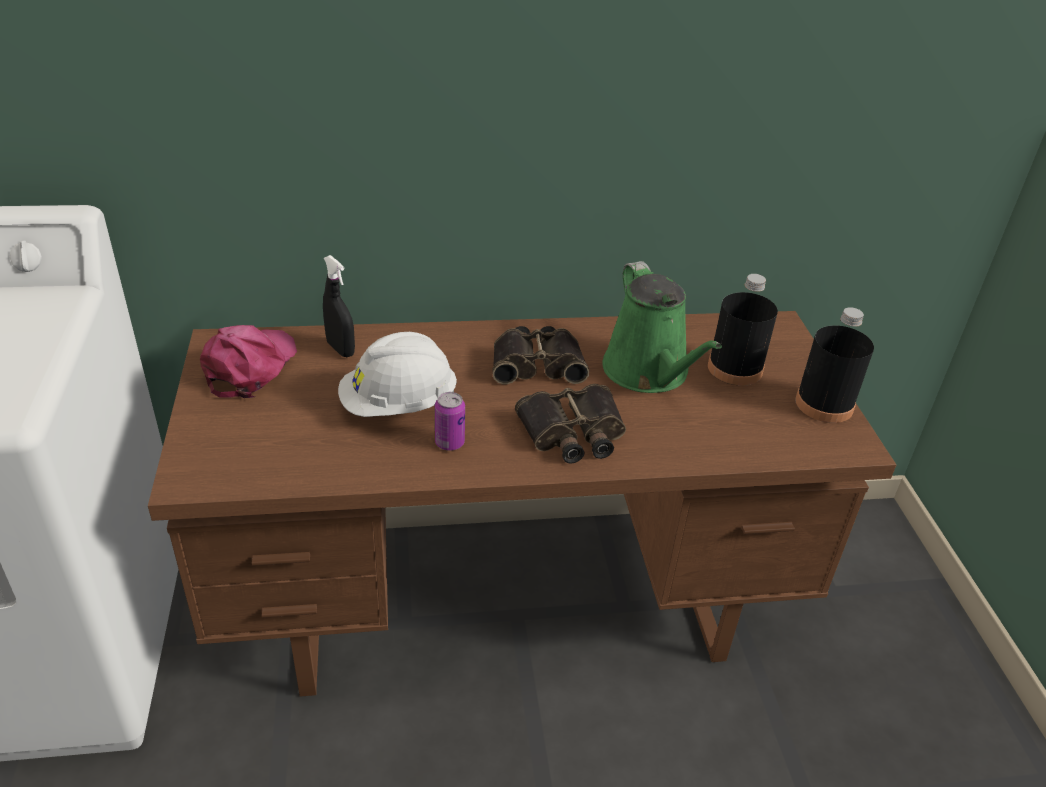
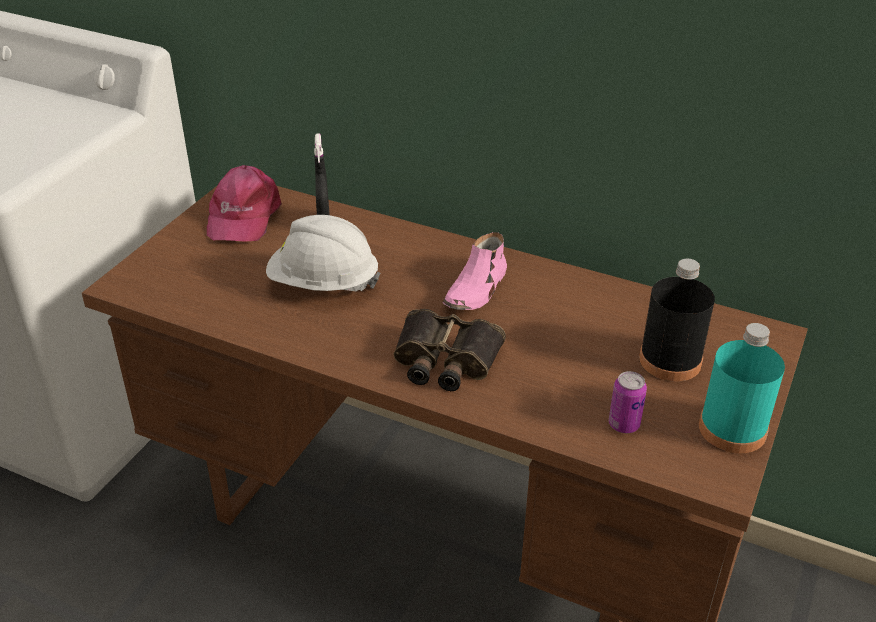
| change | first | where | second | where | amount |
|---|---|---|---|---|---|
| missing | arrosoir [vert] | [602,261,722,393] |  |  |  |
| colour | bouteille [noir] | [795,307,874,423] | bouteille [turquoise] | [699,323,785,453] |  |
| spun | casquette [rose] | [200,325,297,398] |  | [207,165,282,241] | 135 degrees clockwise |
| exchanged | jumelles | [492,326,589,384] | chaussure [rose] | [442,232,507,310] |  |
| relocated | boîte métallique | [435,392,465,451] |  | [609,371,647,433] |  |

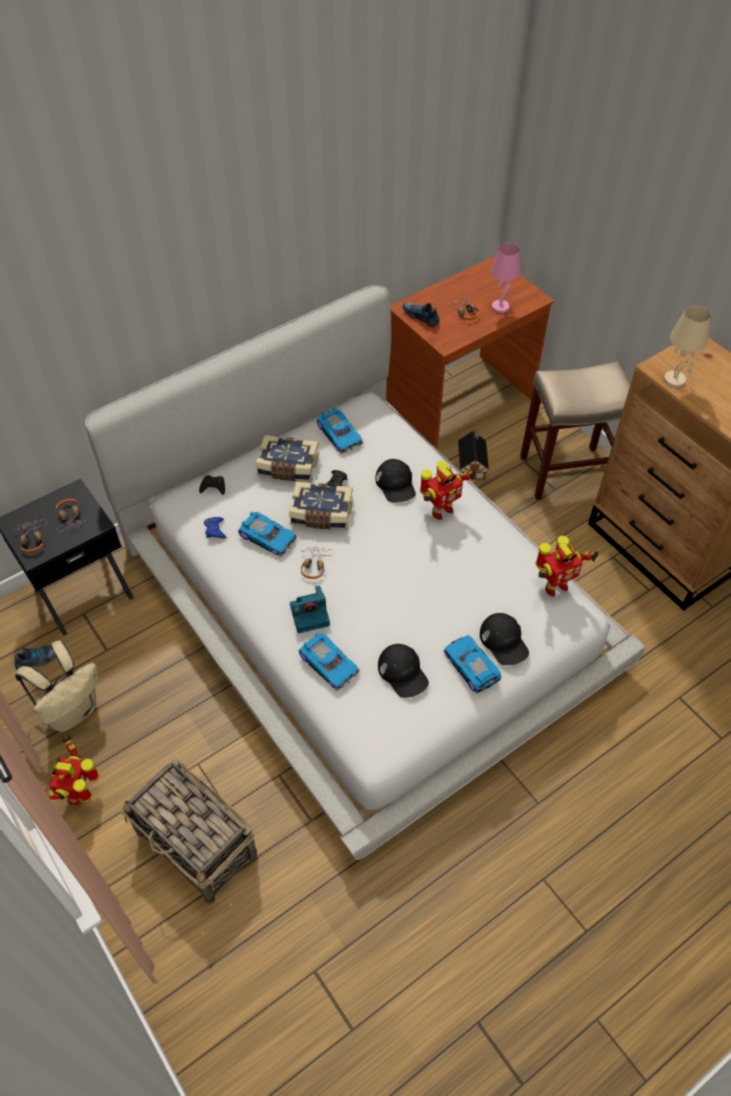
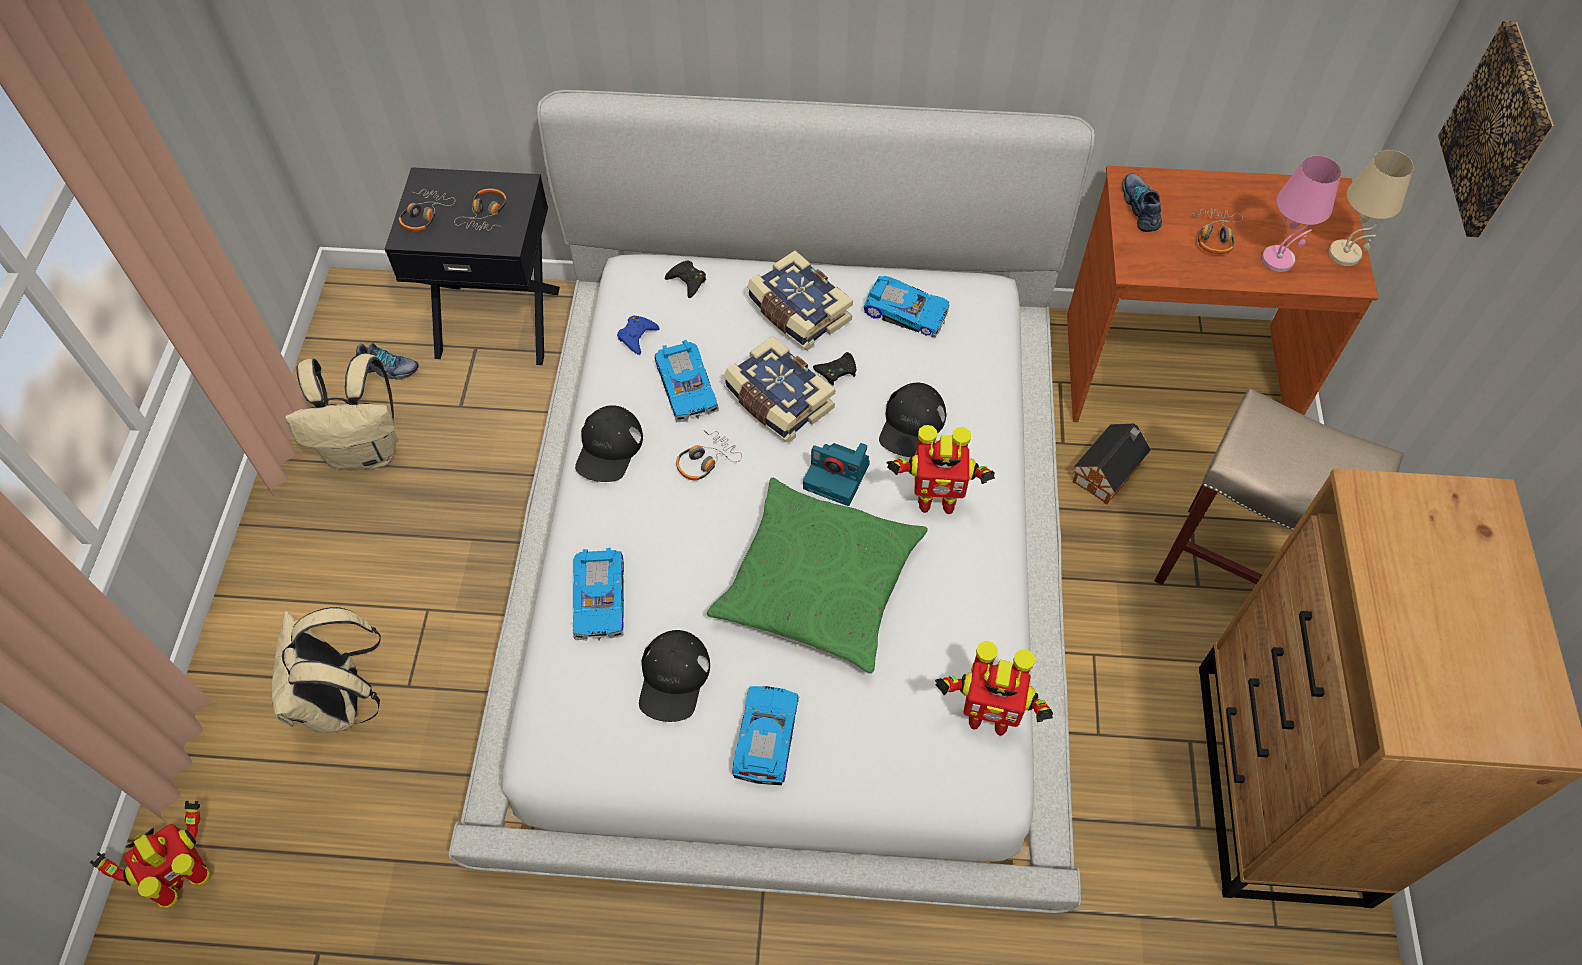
| change | first | where | second | where | amount |
|---|---|---|---|---|---|
| relocated | lampe de table [beige] | [664,305,711,388] |  | [1328,150,1414,266] |  |
| spun | petite voiture | [317,408,363,454] |  | [864,276,950,338] | 75 degrees counterclockwise |
| relocated | appareil photo | [290,585,330,633] |  | [803,443,870,506] |  |
| relocated | casquette [noir] | [480,613,529,665] |  | [575,405,643,482] |  |
| relocated | robot jouet | [45,735,100,806] |  | [89,801,210,908] |  |
| exchanged | panier | [121,759,257,904] | sac à dos [beige] | [271,607,381,733] |  |
| appeared |  |  | tableau | [1438,21,1554,237] |  |
| appeared |  |  | coussin [vert] | [707,477,928,674] |  |

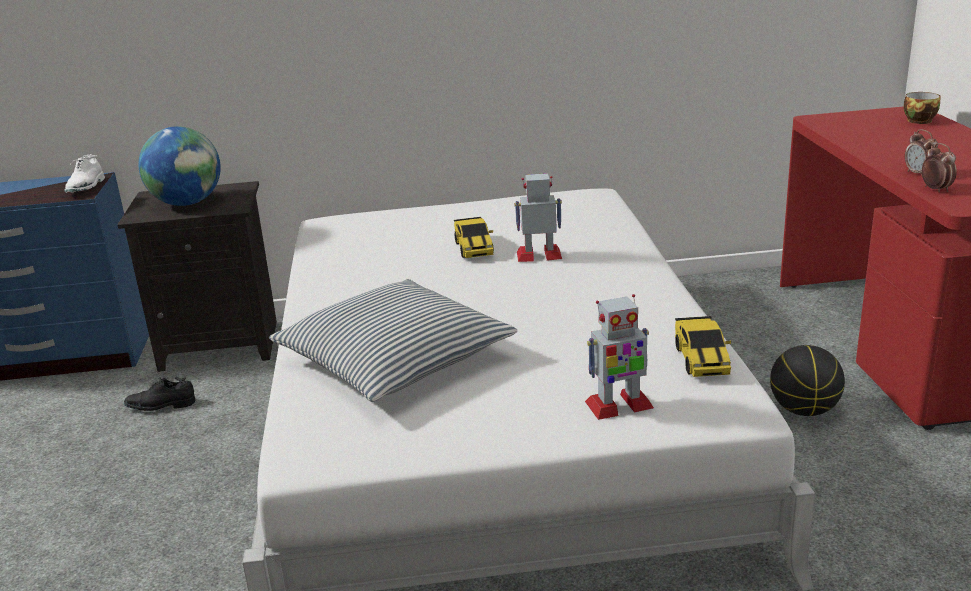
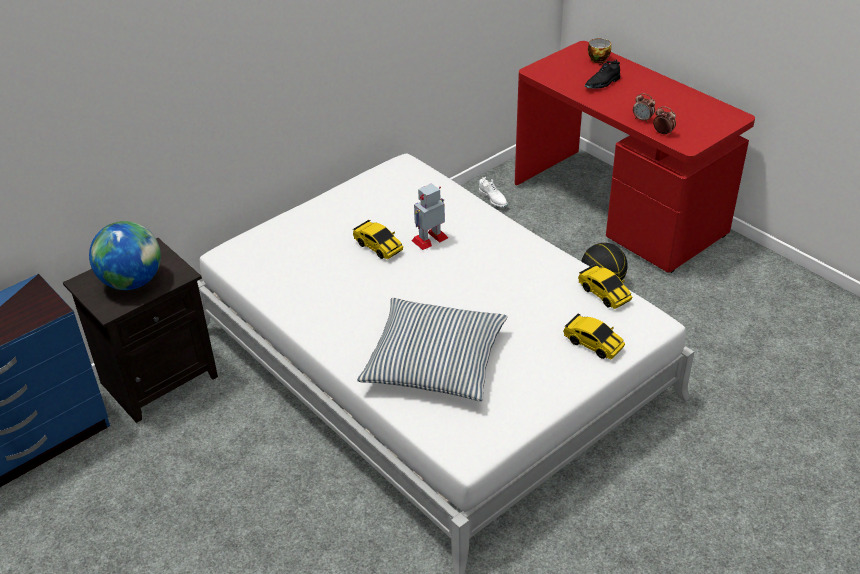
| change | first | where | second | where | amount |
|---|---|---|---|---|---|
| relocated | chaussure [blanc] | [64,154,105,193] |  | [479,177,508,208] |  |
| exchanged | robot jouet | [585,294,654,420] | petite voiture | [563,313,625,360] |  |
| relocated | chaussure [noir] | [123,377,196,411] |  | [585,60,620,89] |  |

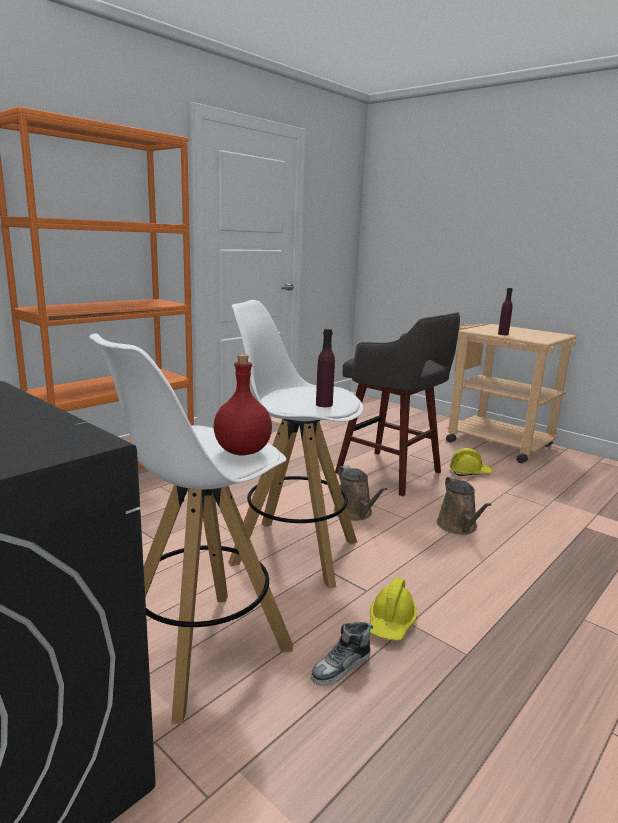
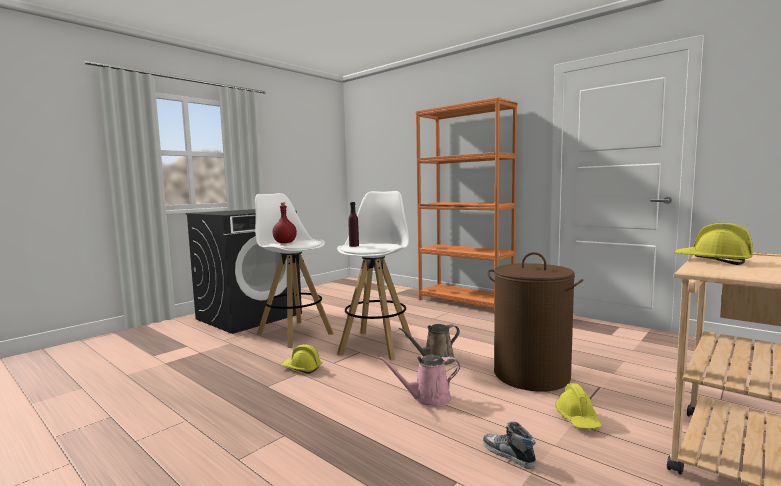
| change | first | where | second | where | amount |
|---|---|---|---|---|---|
| exchanged | bouteille [violet] | [498,288,513,335] | casque de chantier [jaune] | [674,223,753,265] |  |
| exchanged | tabouret [gris] | [335,312,460,496] | panier à linge [marron] | [488,252,583,392] |  |
| colour | arrosoir [marron] | [437,476,491,534] | arrosoir [rose] | [378,355,460,407] |  |
| relocated | chaussure | [311,622,373,686] |  | [483,422,536,469] |  |

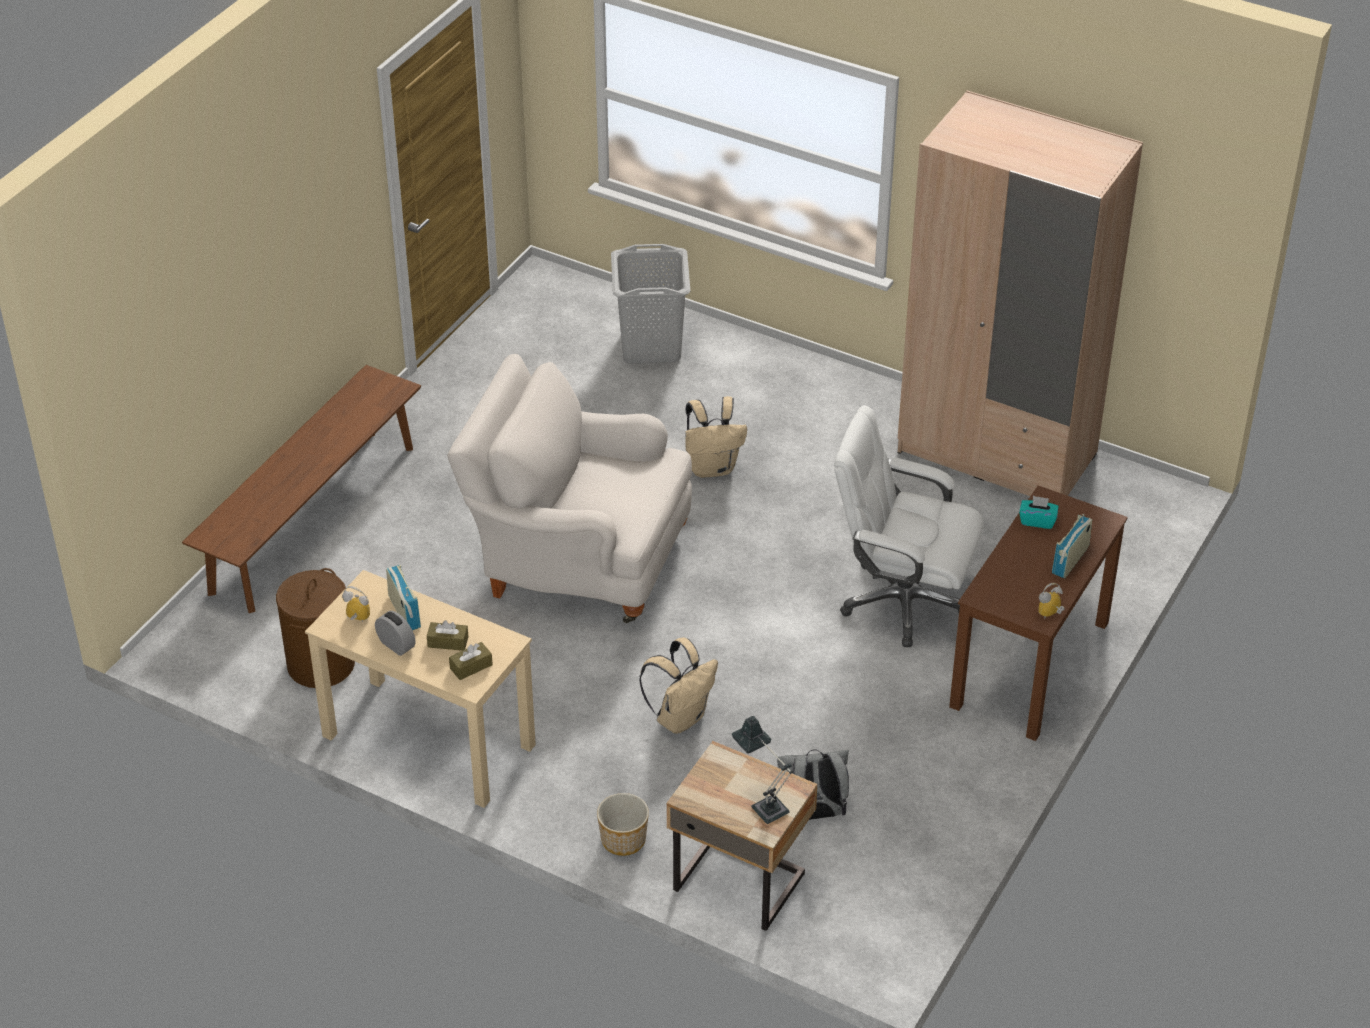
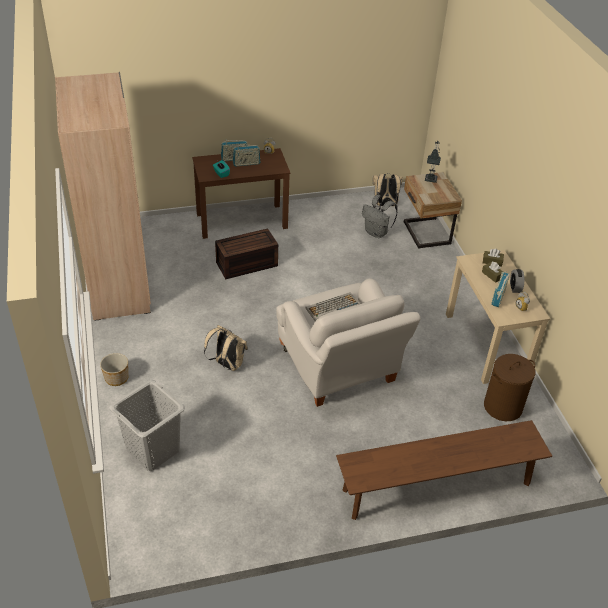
| change | first | where | second | where | amount |
|---|---|---|---|---|---|
| exchanged | chaise de bureau [blanc] | [834,405,984,647] | boîte de rangement [marron] | [215,228,278,279] |  |
| relocated | sac à dos [beige] | [639,637,718,734] |  | [373,173,403,206] |  |
| relocated | cache-pot | [597,793,649,856] |  | [100,353,129,386] |  |
| appeared |  |  | radio | [233,145,261,166] |  |
| appeared |  |  | clavier | [305,292,361,321] |  |

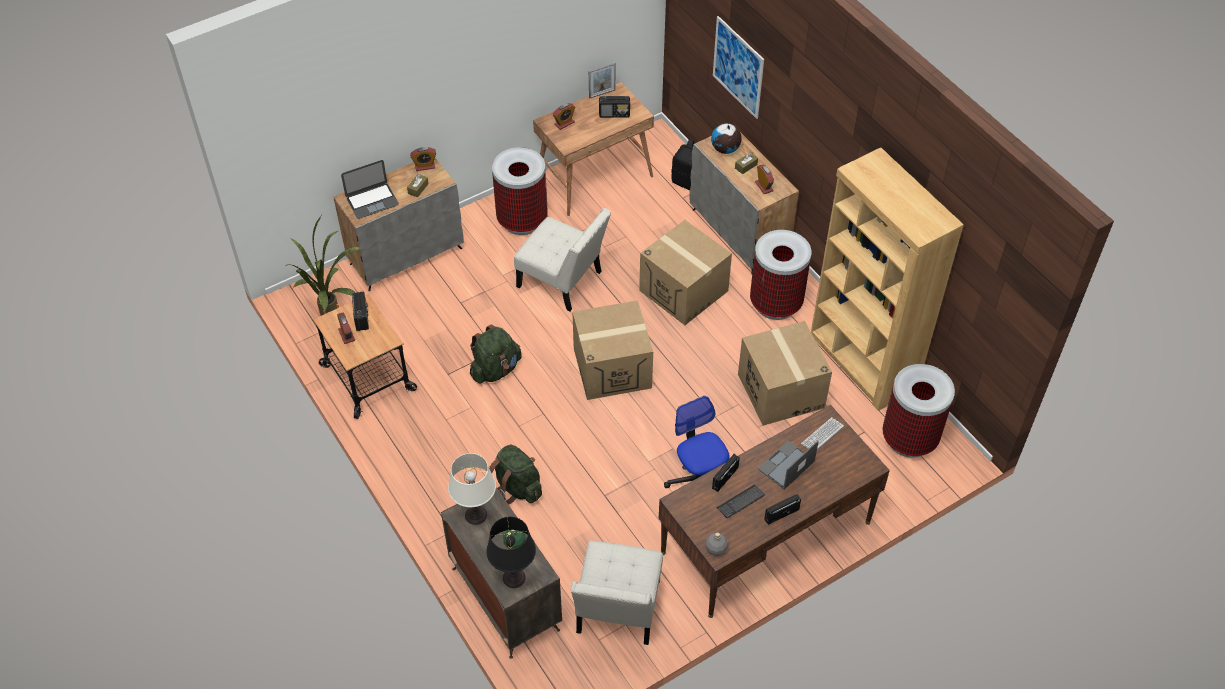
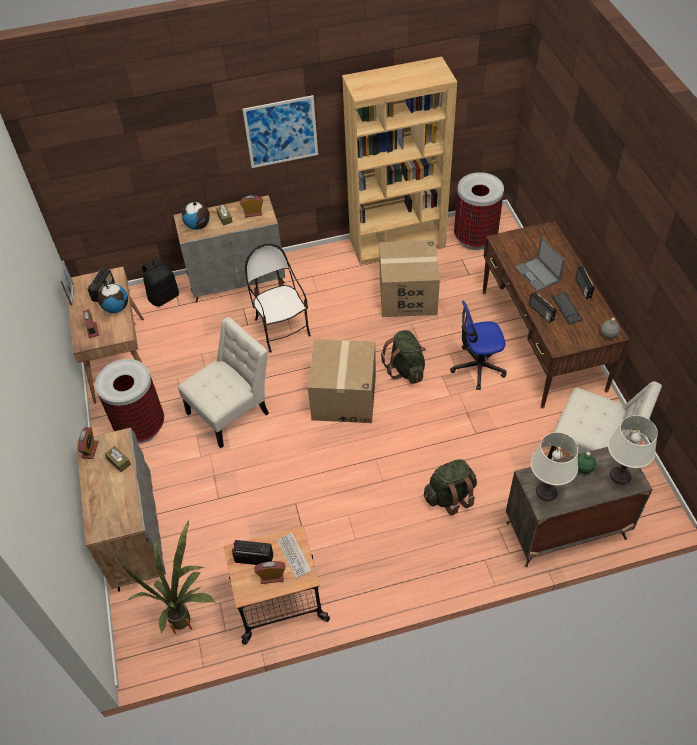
| change | first | where | second | where | amount |
|---|---|---|---|---|---|
| relocated | tableau | [713,16,764,119] |  | [243,95,318,168] |  |
| missing | ordinateur portable | [341,160,399,219] |  |  |  |
| exchanged | carton | [639,220,732,325] | chaise | [245,243,311,353] |  |
| missing | poubelle | [750,230,811,320] |  |  |  |
| relocated | sac à dos [vert] | [470,325,522,383] |  | [381,330,426,383] |  |
| relocated | clavier | [801,417,844,450] |  | [277,532,311,579] |  |
| colour | lampe de table [noir] | [486,517,536,588] | lampe de table [blanc] | [608,415,658,485] |  |
| appeared |  |  | globe | [98,284,128,313] |  |

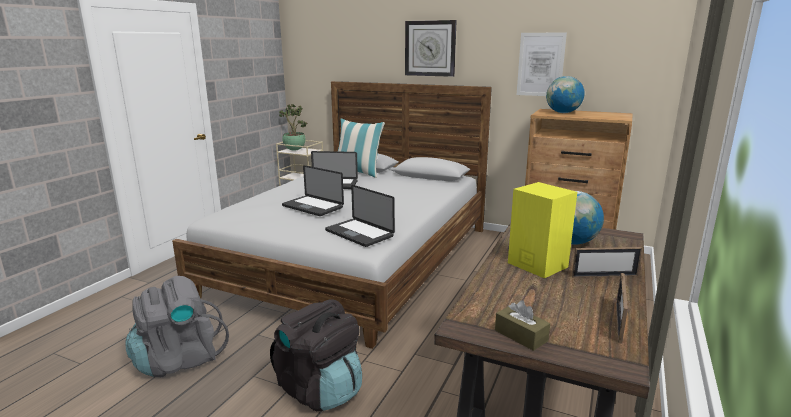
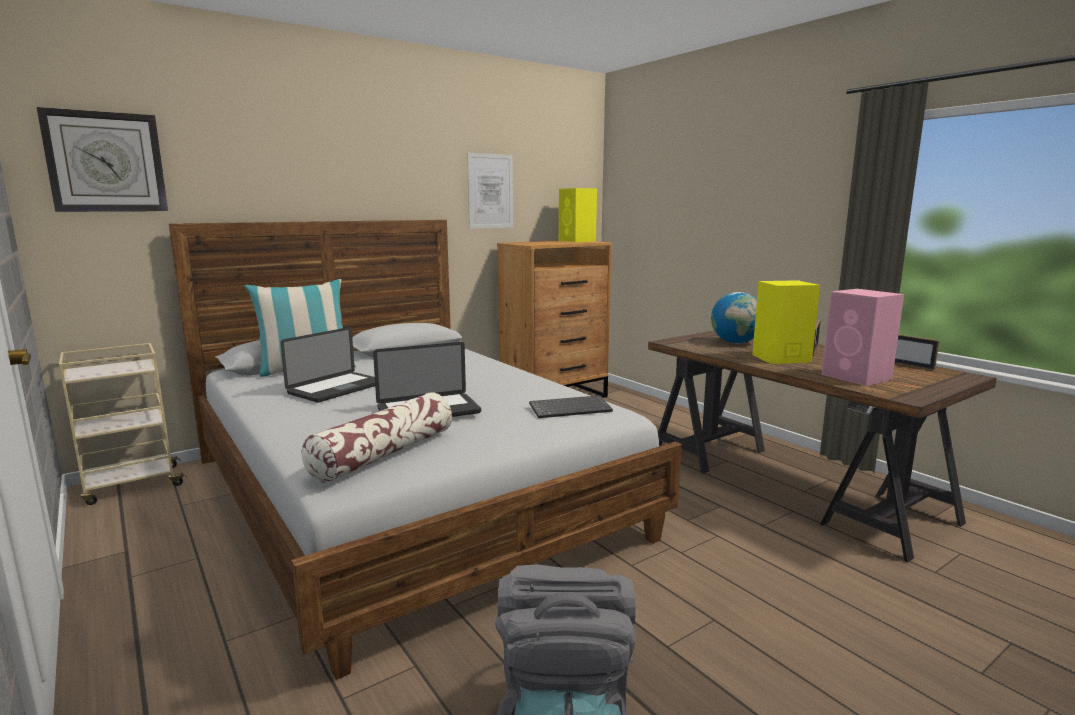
| change | first | where | second | where | amount |
|---|---|---|---|---|---|
| relocated | horloge murale | [405,20,457,77] |  | [37,107,168,212] |  |
| missing | globe | [546,76,585,113] |  |  |  |
| missing | plante en pot | [279,104,307,151] |  |  |  |
| exchanged | ordinateur portable | [325,185,395,247] | clavier | [529,395,613,418] |  |
| missing | sac à dos [noir] | [270,299,362,411] |  |  |  |
| missing | boîte à mouchoirs [marron] | [495,300,550,351] |  |  |  |
| appeared |  |  | enceinte [jaune] | [559,188,597,242] |  |
| appeared |  |  | enceinte [rose] | [822,289,904,386] |  |
| appeared |  |  | coussin | [302,392,452,483] |  |

